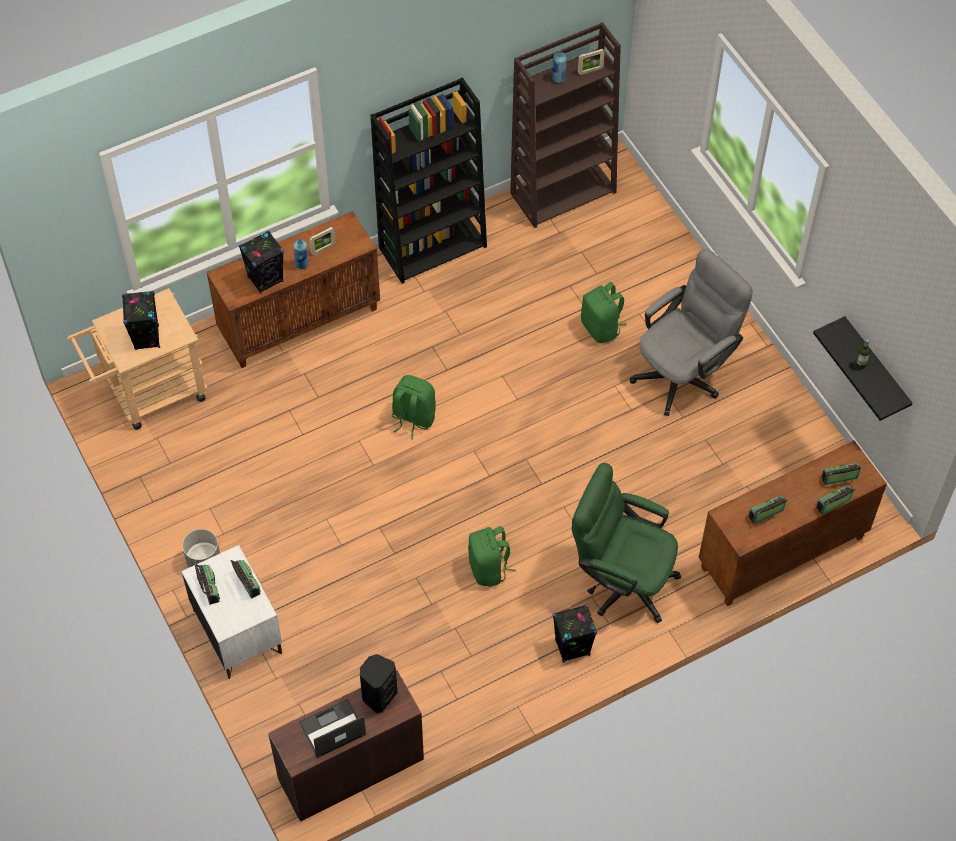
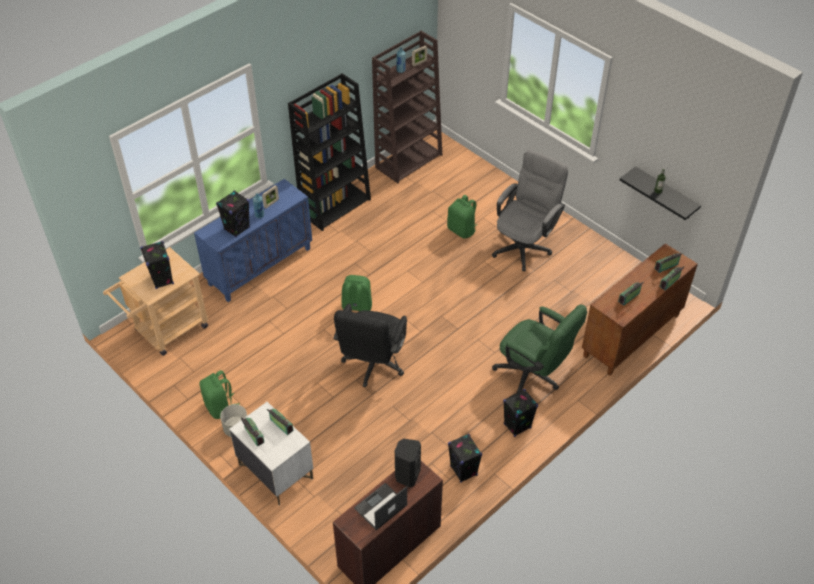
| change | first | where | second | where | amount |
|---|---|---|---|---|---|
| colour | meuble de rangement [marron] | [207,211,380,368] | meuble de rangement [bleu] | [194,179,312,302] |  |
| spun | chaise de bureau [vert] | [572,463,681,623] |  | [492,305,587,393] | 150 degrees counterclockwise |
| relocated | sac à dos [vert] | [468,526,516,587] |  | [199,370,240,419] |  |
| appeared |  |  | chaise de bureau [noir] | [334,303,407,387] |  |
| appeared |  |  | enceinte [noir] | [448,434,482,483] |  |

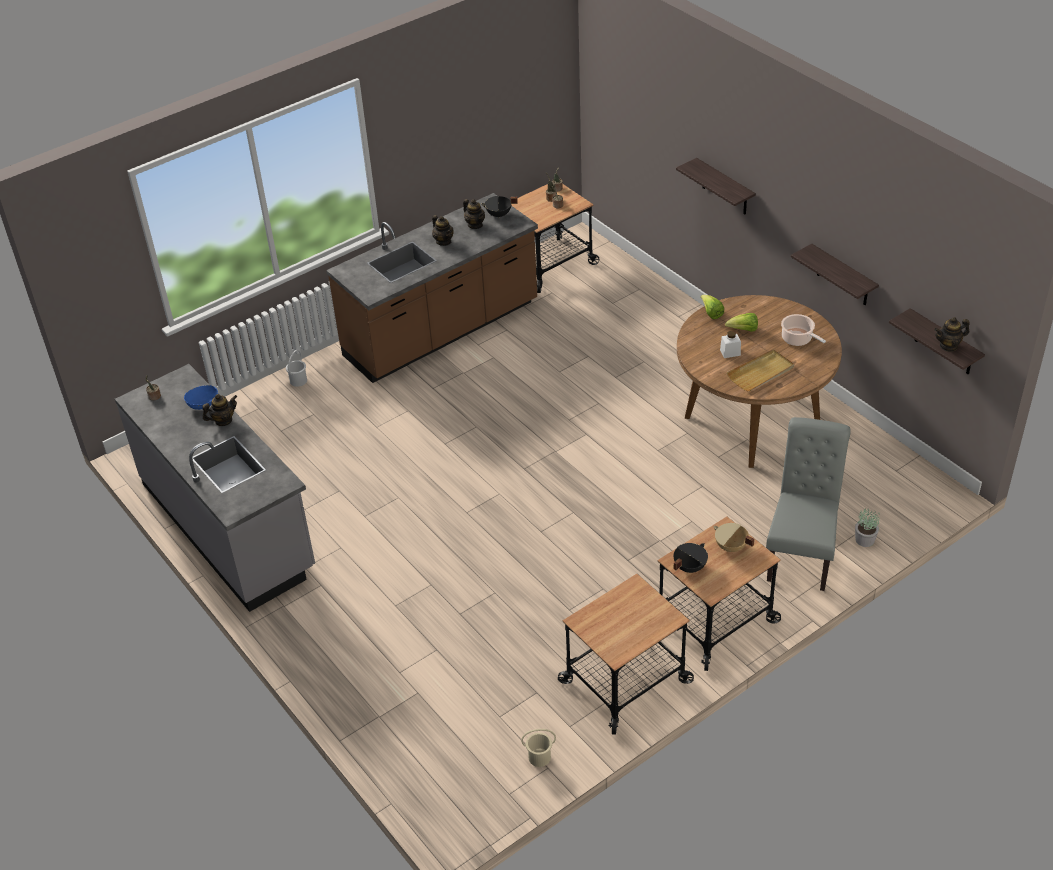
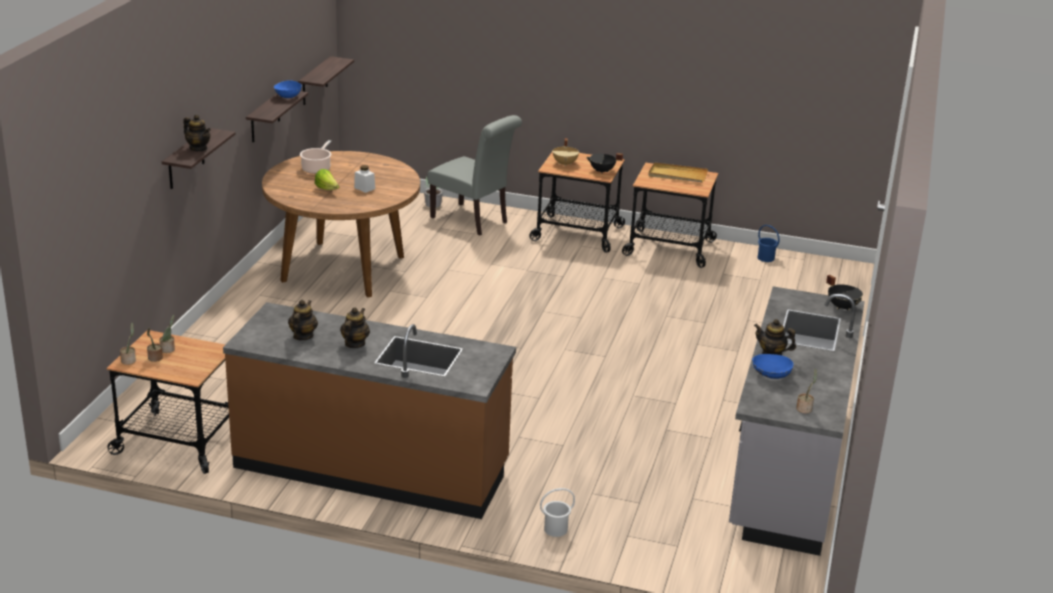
| change | first | where | second | where | amount |
|---|---|---|---|---|---|
| relocated | marmite [noir] | [481,196,518,219] |  | [826,275,863,311] |  |
| missing | laitue | [701,295,724,319] |  |  |  |
| relocated | théière | [934,317,970,352] |  | [183,115,211,151] |  |
| relocated | plateau [beige] | [727,349,794,392] |  | [648,162,708,182] |  |
| spun | chaise [gris] | [766,417,851,591] |  | [427,115,522,236] | 120 degrees counterclockwise |
| colour | seau [beige] | [521,729,556,767] | seau [bleu] | [758,225,780,262] |  |
| appeared |  |  | bol [bleu] | [274,80,302,98] |  |

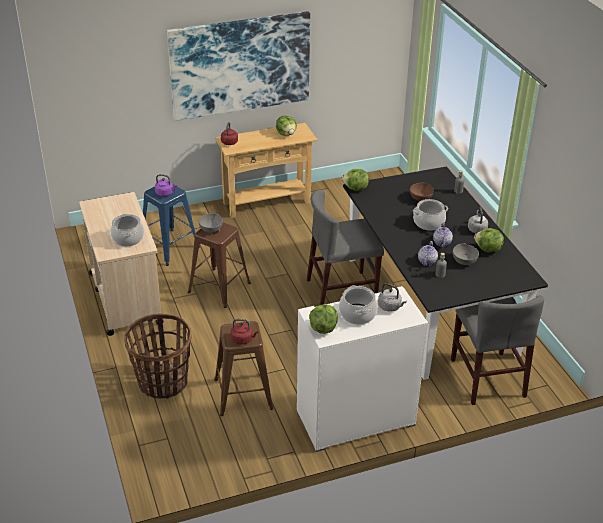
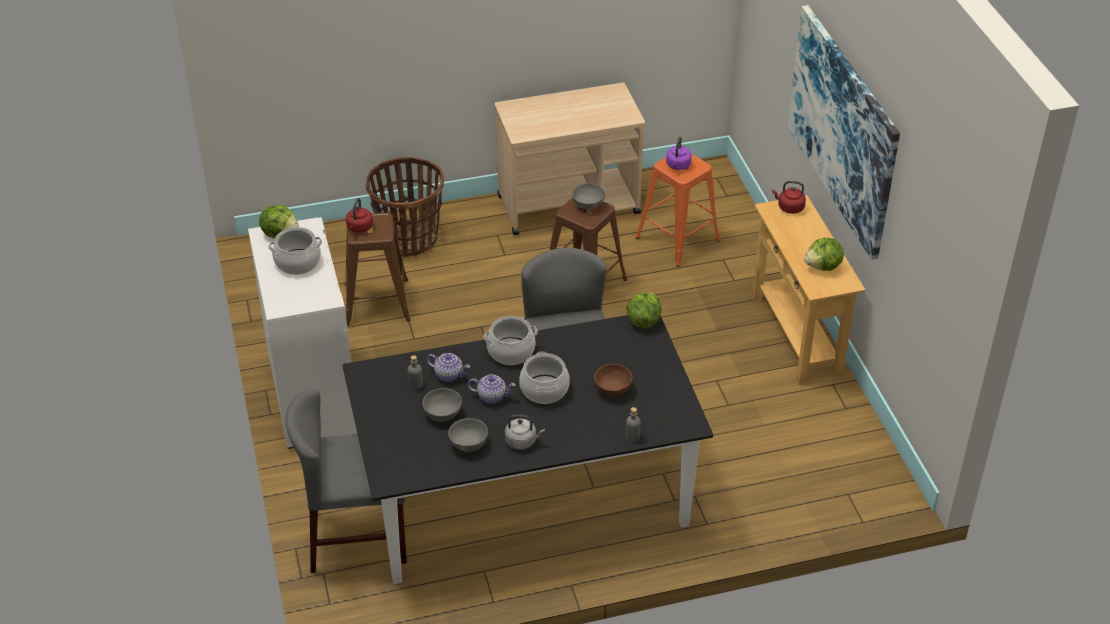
| change | first | where | second | where | amount |
|---|---|---|---|---|---|
| colour | tabouret [bleu] | [143,184,200,266] | tabouret [orange] | [635,153,721,267] |  |
| relocated | marmite | [110,214,144,246] |  | [484,316,538,365] |  |
| exchanged | laitue | [474,228,504,252] | bol [gris] | [448,418,488,452] |  |
| missing | bouilloire [gris] | [378,283,407,311] |  |  |  |

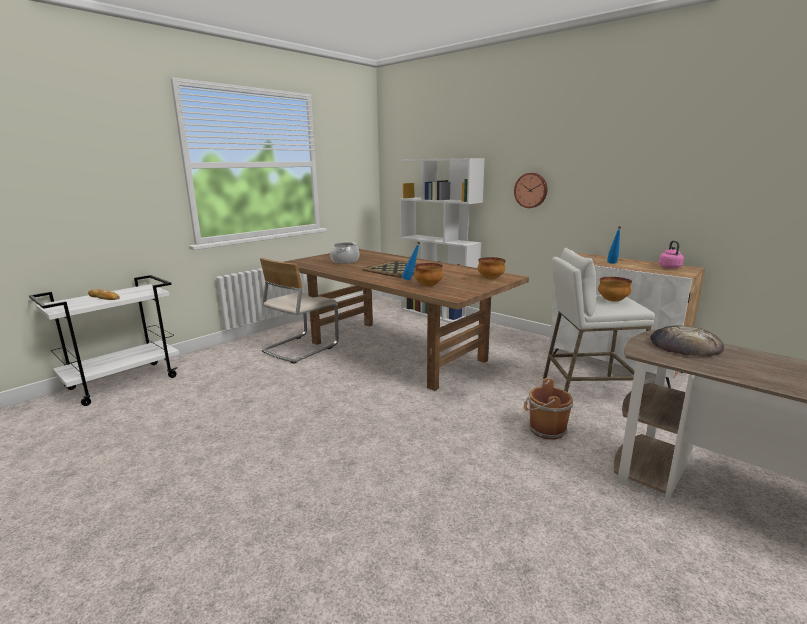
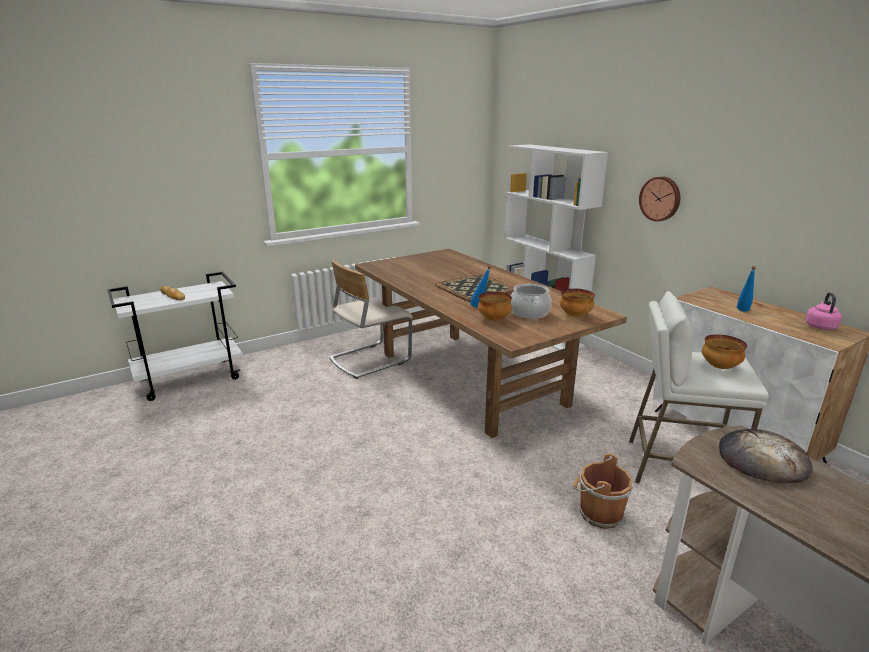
| change | first | where | second | where | amount |
|---|---|---|---|---|---|
| relocated | marmite | [330,242,359,264] |  | [511,284,552,319] |  |

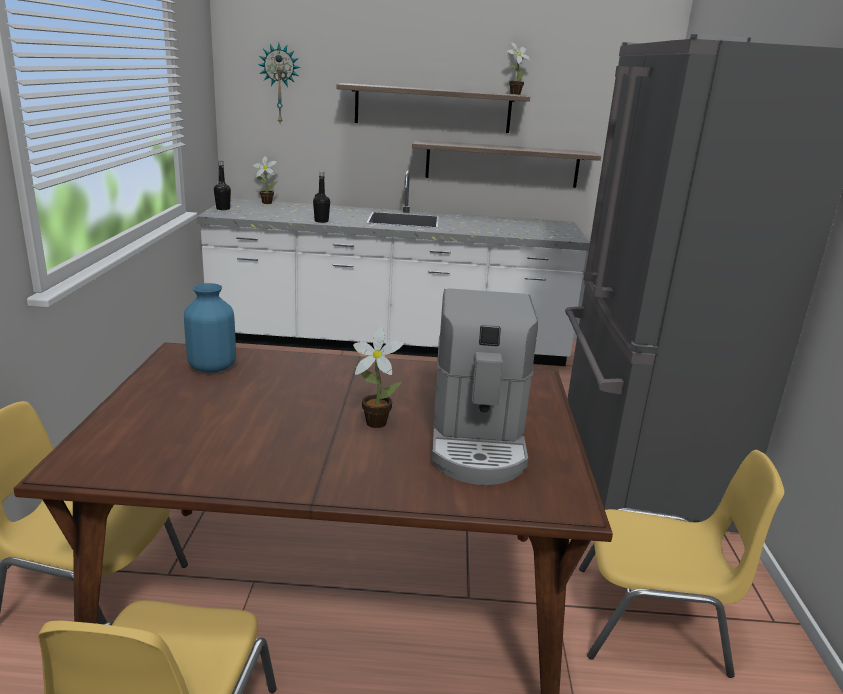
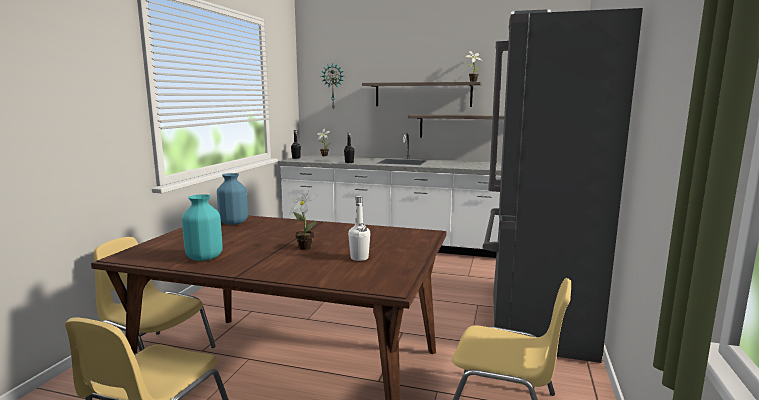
| change | first | where | second | where | amount |
|---|---|---|---|---|---|
| exchanged | machine à café | [432,288,538,485] | bouteille [blanc] | [348,196,370,261] |  |
| appeared |  |  | vase [turquoise] | [182,194,223,261] |  |

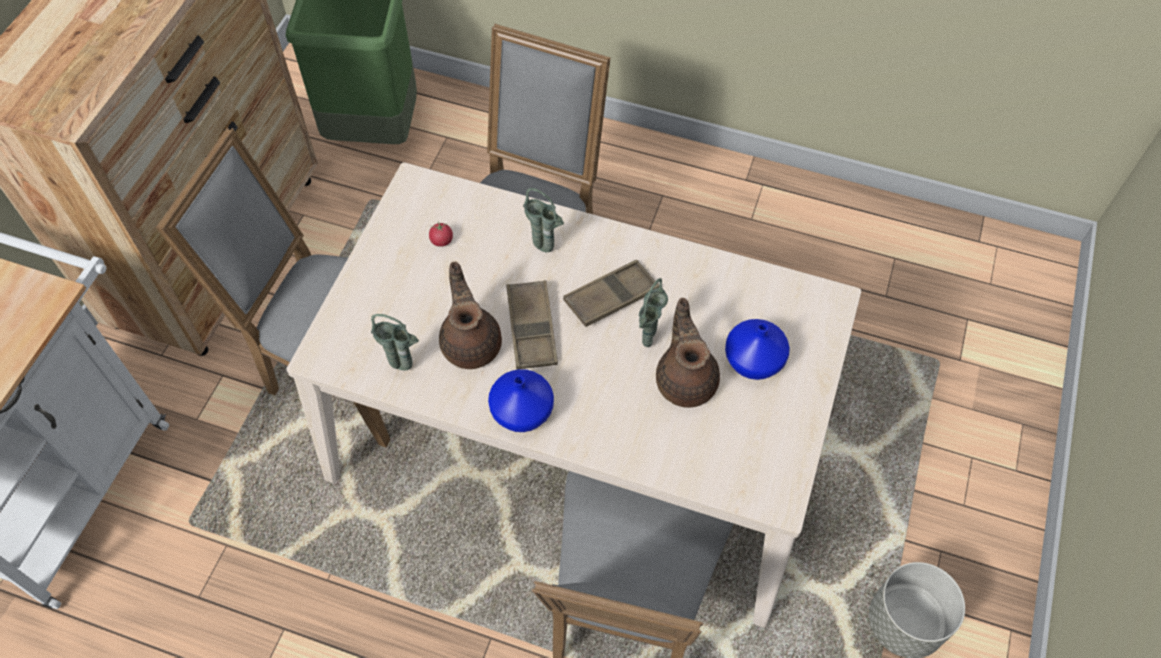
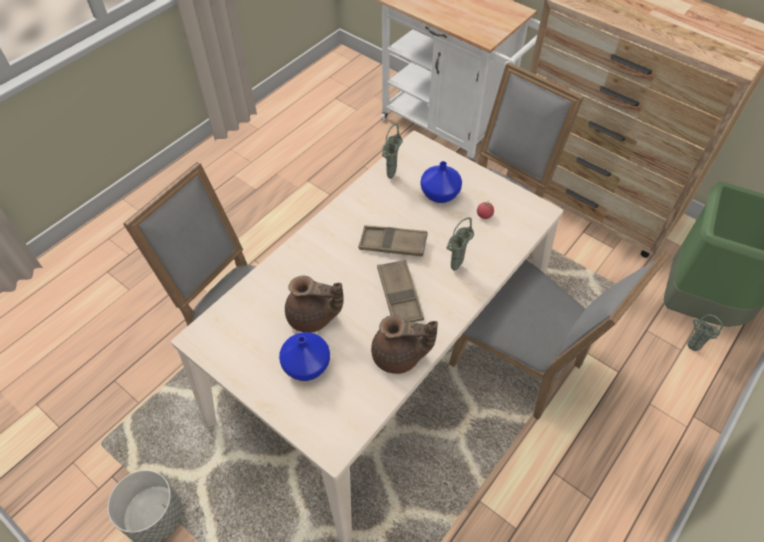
| change | first | where | second | where | amount |
|---|---|---|---|---|---|
| relocated | théière [marron] | [439,262,502,369] |  | [371,315,438,374] |  |
| relocated | vase [vert] | [639,278,668,347] |  | [687,314,723,351] |  |
| relocated | vase [bleu] | [488,369,554,432] |  | [421,161,462,203] |  |

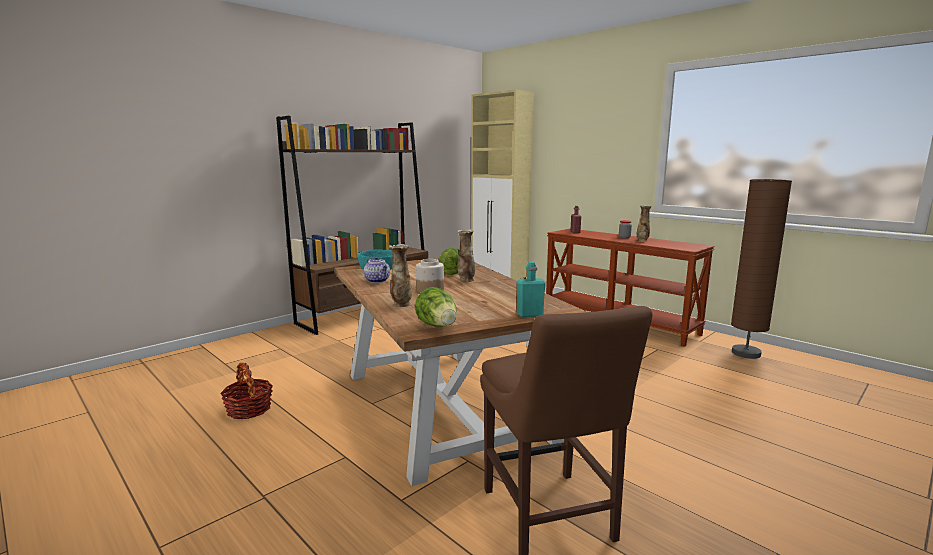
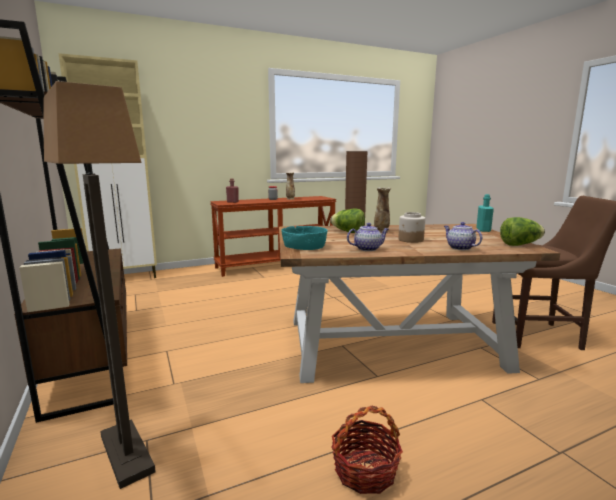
| change | first | where | second | where | amount |
|---|---|---|---|---|---|
| exchanged | vase | [389,244,412,307] | théière | [444,222,482,250] |  |
| appeared |  |  | lampadaire | [43,81,156,489] |  |

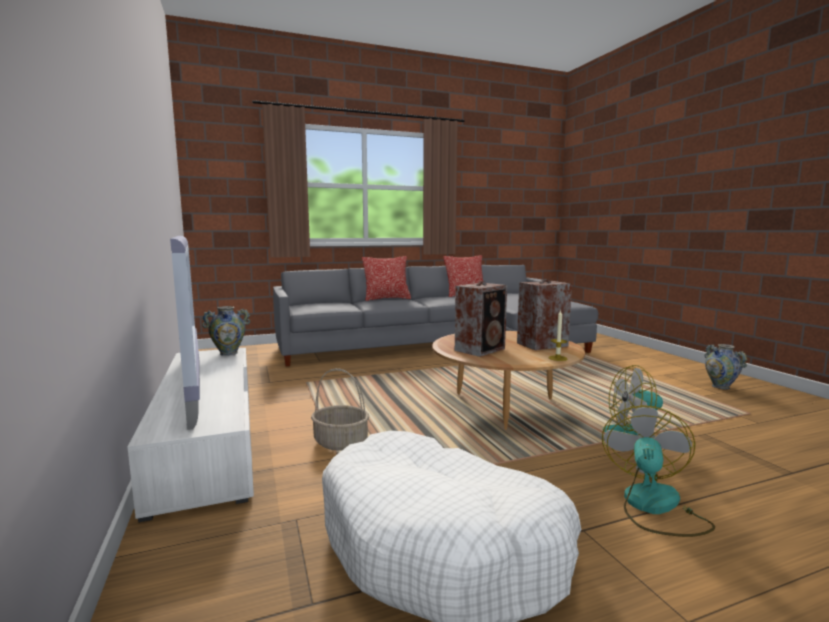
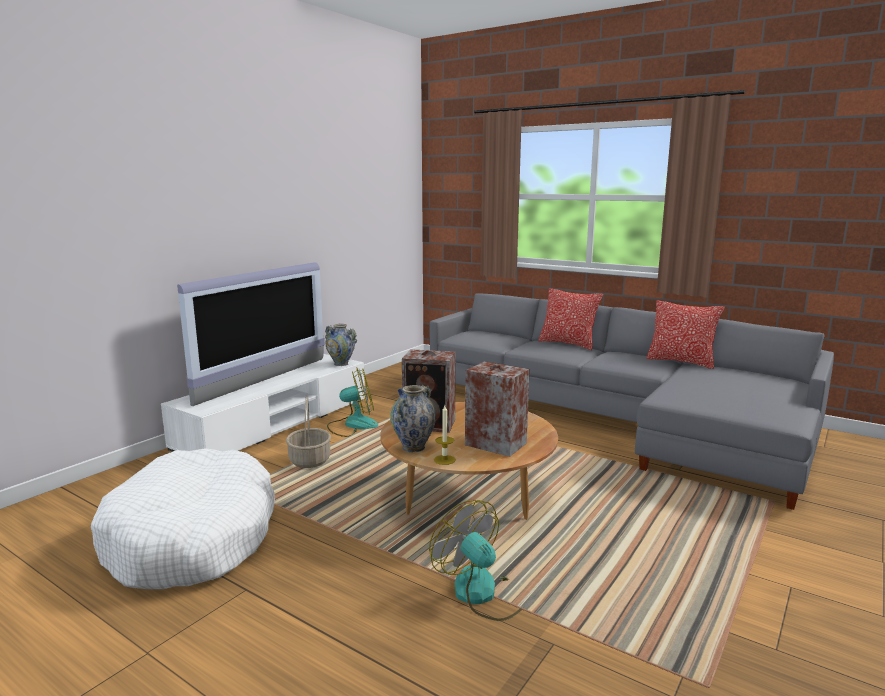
| change | first | where | second | where | amount |
|---|---|---|---|---|---|
| relocated | vase | [704,344,747,389] |  | [390,385,436,452] |  |
| relocated | ventilateur | [602,405,715,537] |  | [327,368,378,437] |  |

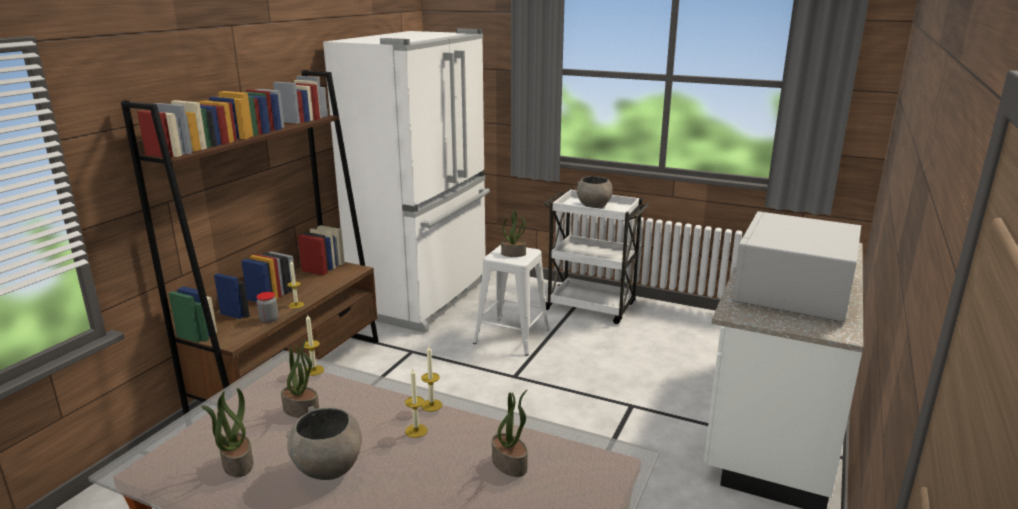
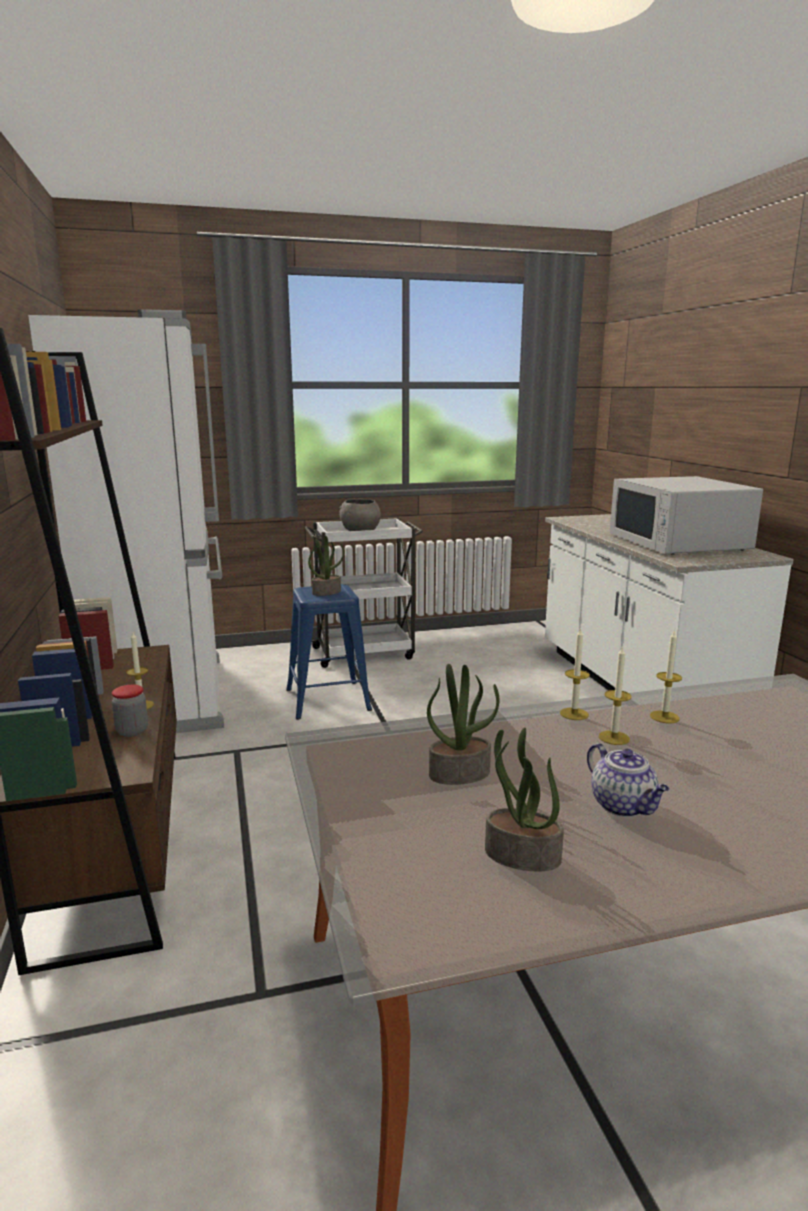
| change | first | where | second | where | amount |
|---|---|---|---|---|---|
| colour | tabouret [blanc] | [473,245,549,356] | tabouret [bleu] | [286,584,372,720] |  |
| relocated | bougie | [304,315,324,376] |  | [650,629,682,723] |  |
| missing | plante en pot | [492,389,528,477] |  |  |  |
| exchanged | bol [gris] | [286,406,362,480] | théière | [587,743,669,817] |  |

